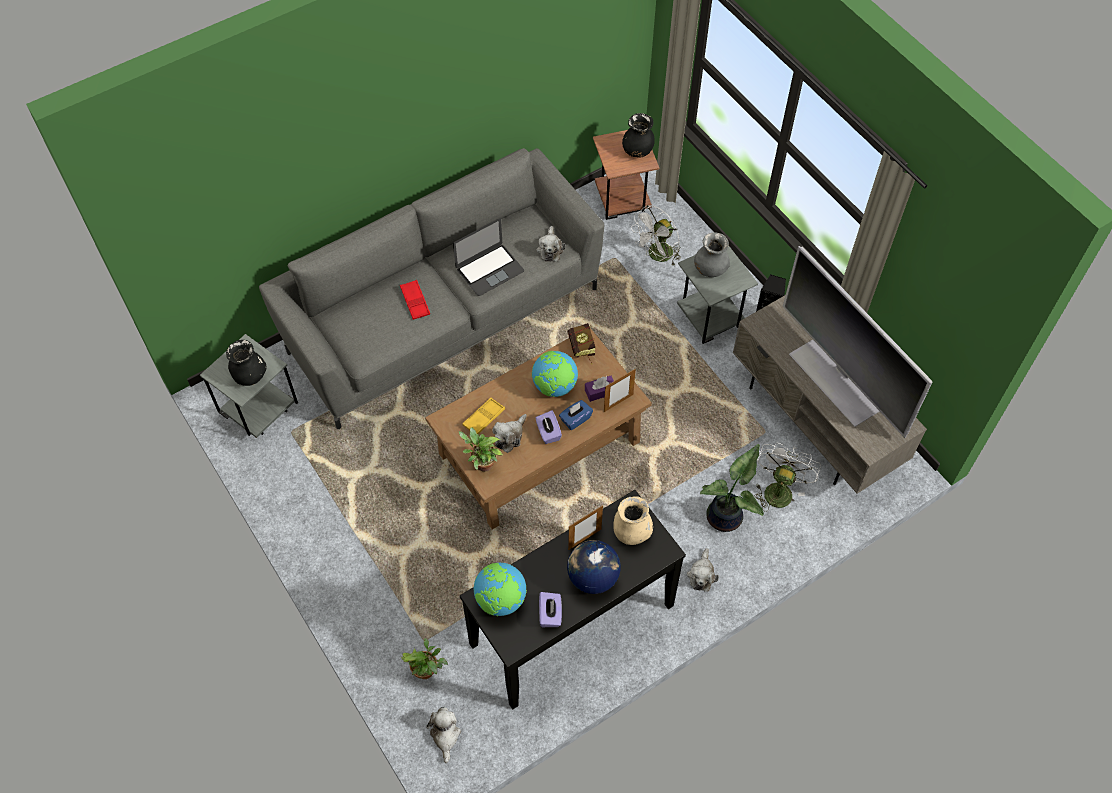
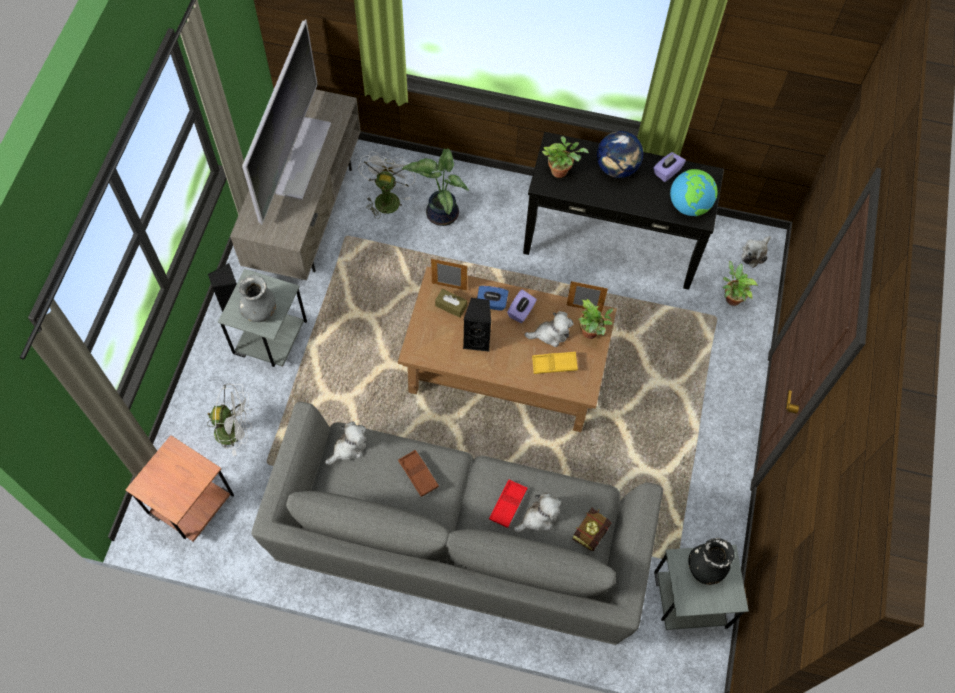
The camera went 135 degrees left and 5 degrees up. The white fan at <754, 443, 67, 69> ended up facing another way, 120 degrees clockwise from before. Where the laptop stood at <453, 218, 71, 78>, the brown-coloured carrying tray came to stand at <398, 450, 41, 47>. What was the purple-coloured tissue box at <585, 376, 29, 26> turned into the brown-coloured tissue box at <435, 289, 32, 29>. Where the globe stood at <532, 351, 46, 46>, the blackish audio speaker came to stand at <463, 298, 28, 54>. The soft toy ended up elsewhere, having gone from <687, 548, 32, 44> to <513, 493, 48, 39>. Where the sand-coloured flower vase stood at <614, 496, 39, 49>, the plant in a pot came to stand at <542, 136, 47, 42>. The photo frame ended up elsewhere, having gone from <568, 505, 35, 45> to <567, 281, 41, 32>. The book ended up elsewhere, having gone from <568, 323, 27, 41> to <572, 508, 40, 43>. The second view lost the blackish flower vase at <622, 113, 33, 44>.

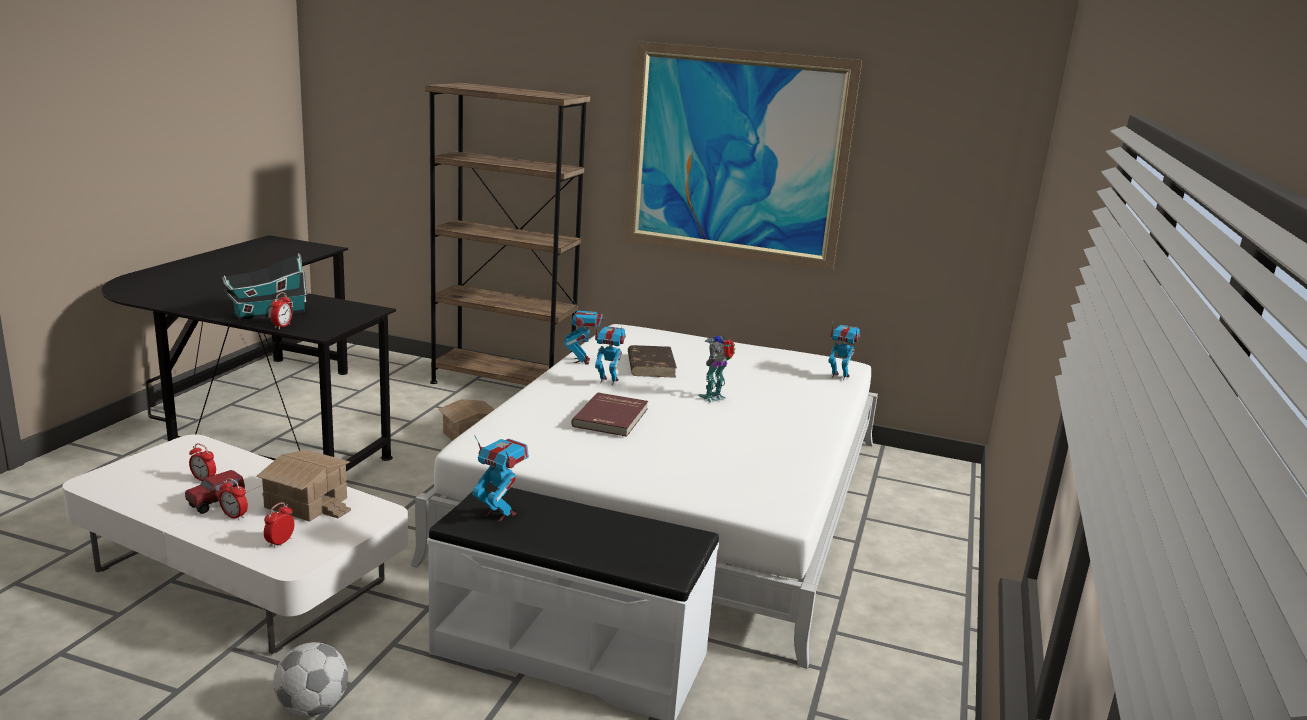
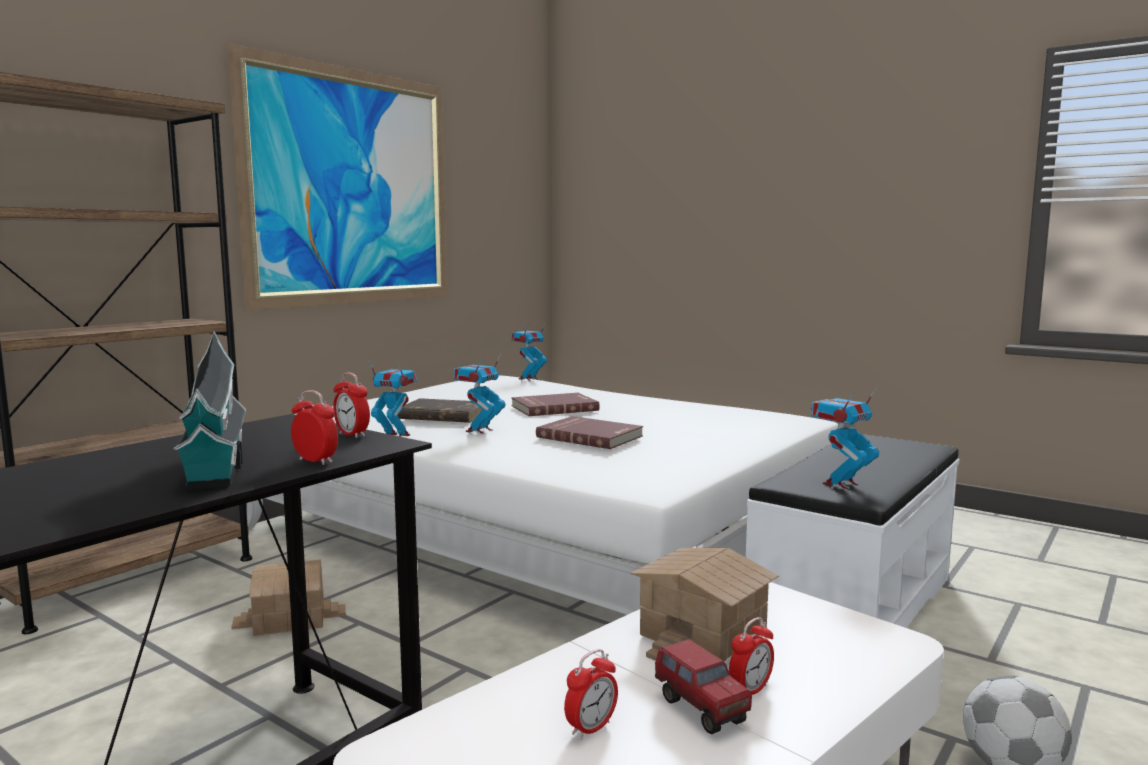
The camera went 70 degrees left and 10 degrees down. The table clock ended up elsewhere, having gone from <264, 502, 30, 46> to <333, 372, 37, 66>. Where the toy robot stood at <698, 335, 38, 67>, the red book came to stand at <511, 393, 89, 23>.

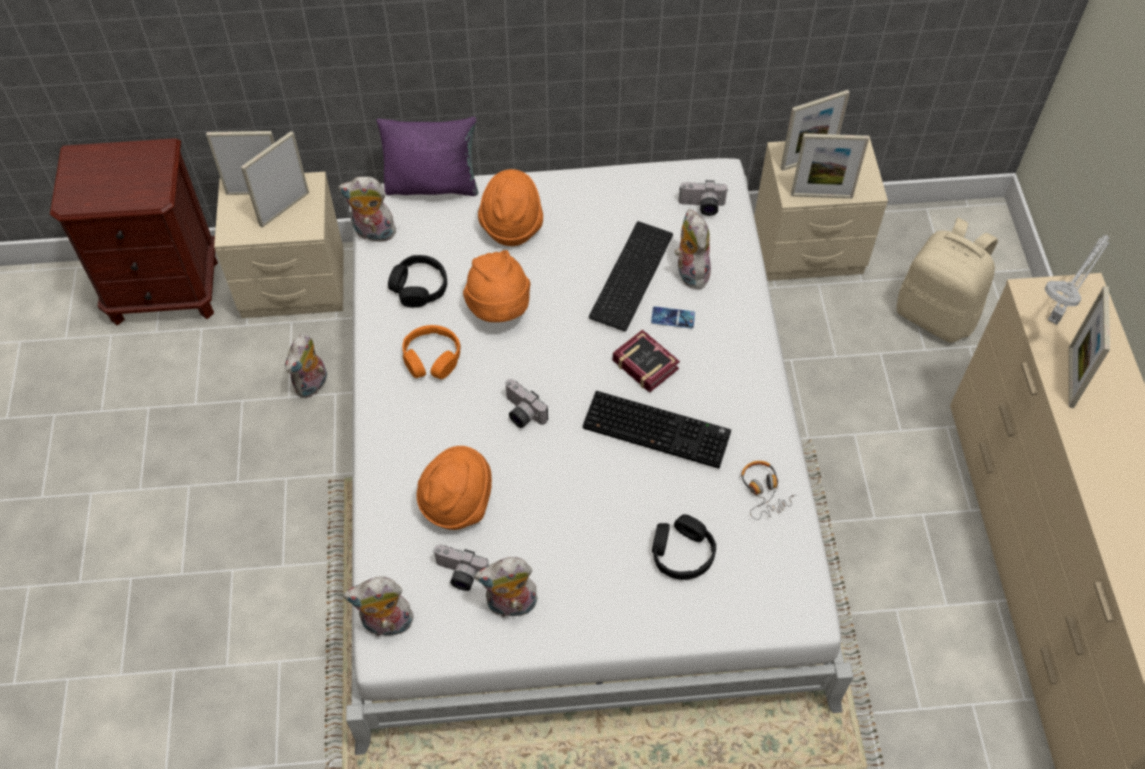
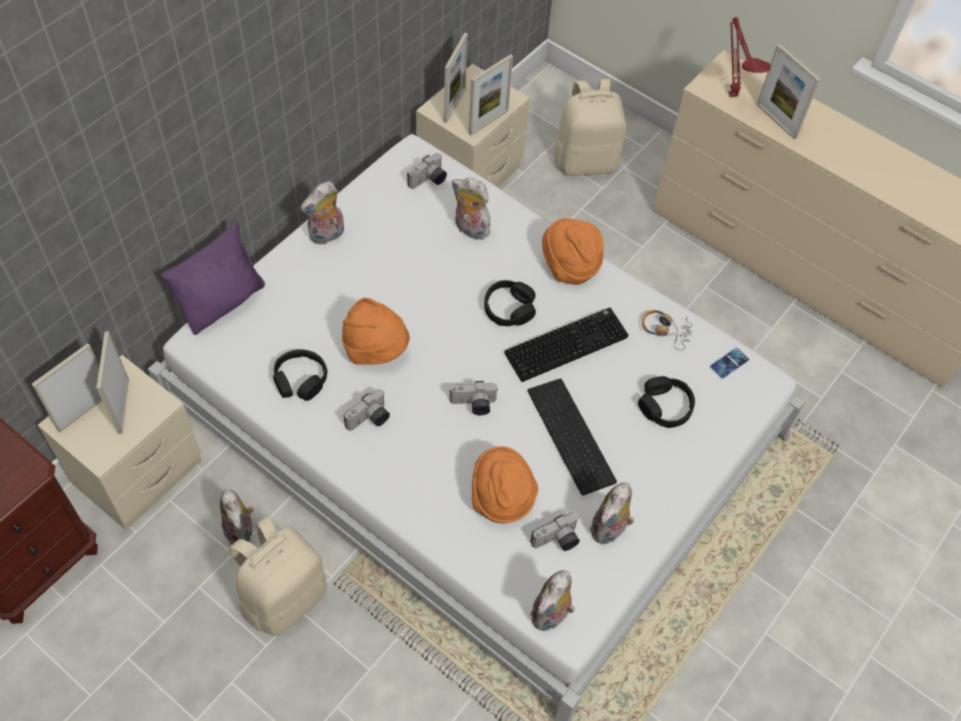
The camera went 50 degrees left and 0 degrees up. The second view gained the sand-coloured knapsack at <229, 516, 98, 120>. The soft toy ended up elsewhere, having gone from <338, 177, 58, 66> to <300, 181, 44, 63>. Where the orangey pair of headphones stood at <402, 325, 59, 54>, the photo camera came to stand at <344, 389, 46, 42>. Where the book stood at <613, 330, 67, 63>, the blackish pair of headphones came to stand at <484, 280, 52, 46>. The PC keyboard ended up elsewhere, having gone from <589, 221, 84, 110> to <528, 378, 89, 117>. The orangey clothing hat ended up elsewhere, having gone from <478, 169, 65, 77> to <542, 218, 62, 67>. The handset ended up elsewhere, having gone from <651, 306, 44, 23> to <710, 348, 39, 31>. What was the grey lamp for a table at <1045, 235, 65, 90> turned into the red lamp for a table at <728, 17, 43, 80>.

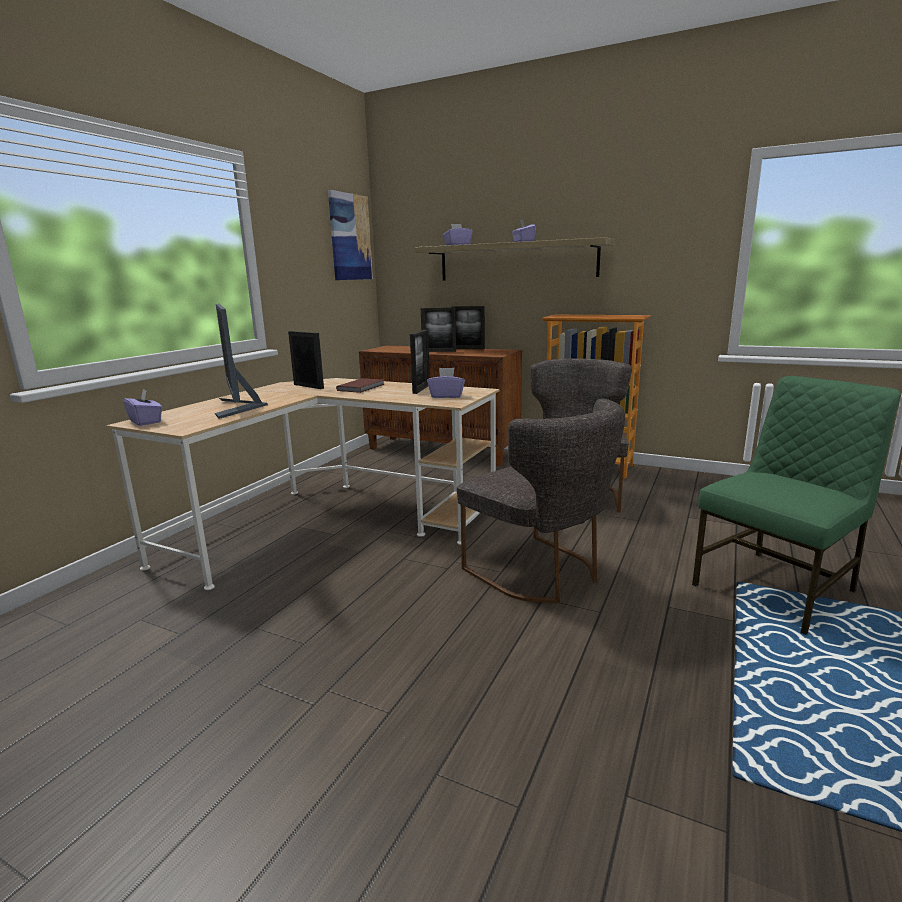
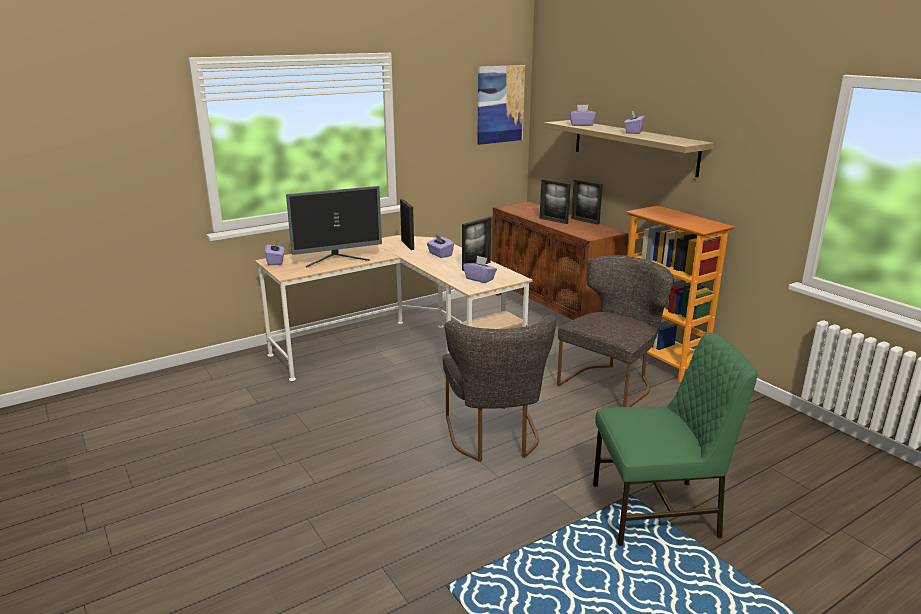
The camera went 30 degrees right and 5 degrees up. The monitor at <215, 304, 53, 115> ended up facing another way, 120 degrees counterclockwise from before. Where the brown-coloured book stood at <336, 378, 49, 15>, the purple-coloured tissue box came to stand at <427, 234, 27, 24>.

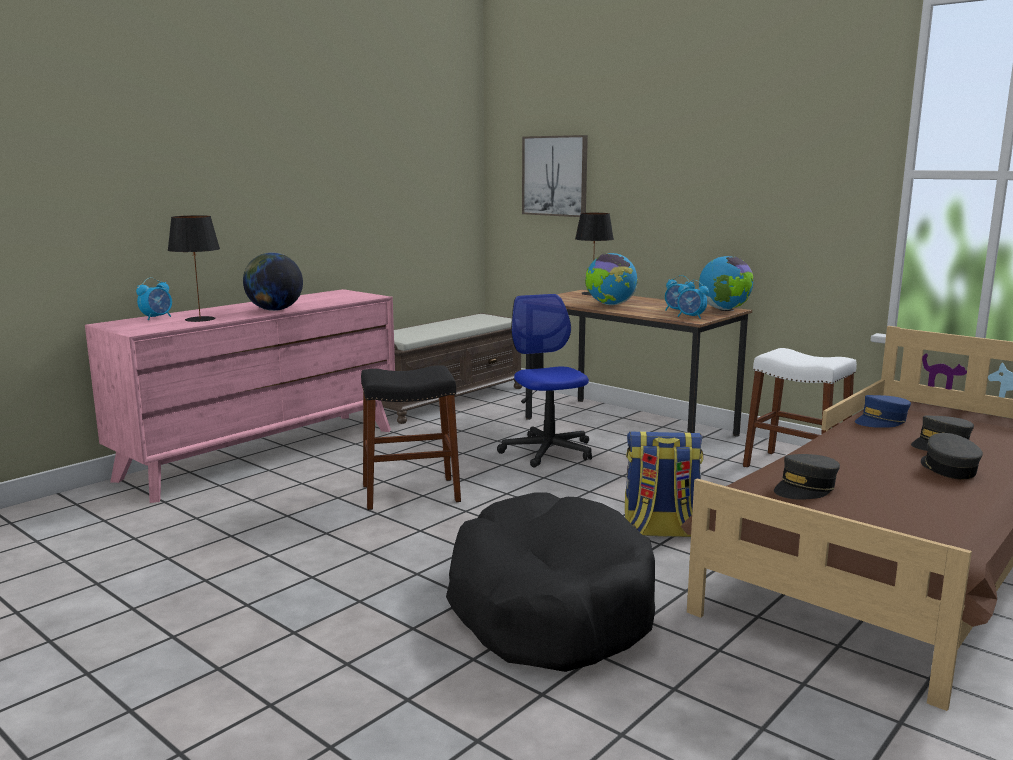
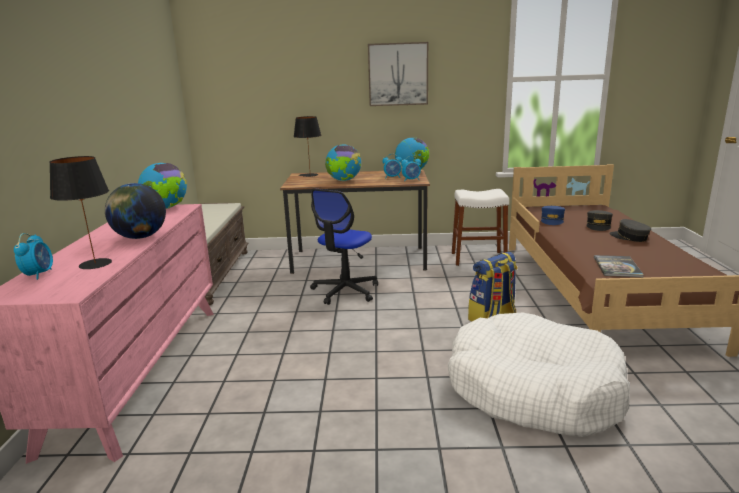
The camera went 40 degrees left and 5 degrees up. The second view gained the globe at <138, 163, 49, 46>. The office chair at <497, 294, 95, 173> ended up facing another way, 90 degrees counterclockwise from before. The wall picture ended up elsewhere, having gone from <522, 135, 66, 82> to <368, 42, 60, 64>. What was the blackish dog cushion at <446, 492, 209, 180> turned into the white dog cushion at <448, 312, 182, 125>. Where the grey baseball cap stood at <774, 454, 66, 46>, the book came to stand at <594, 255, 50, 22>. The second view lost the blackish sitting stool at <361, 365, 100, 145>.

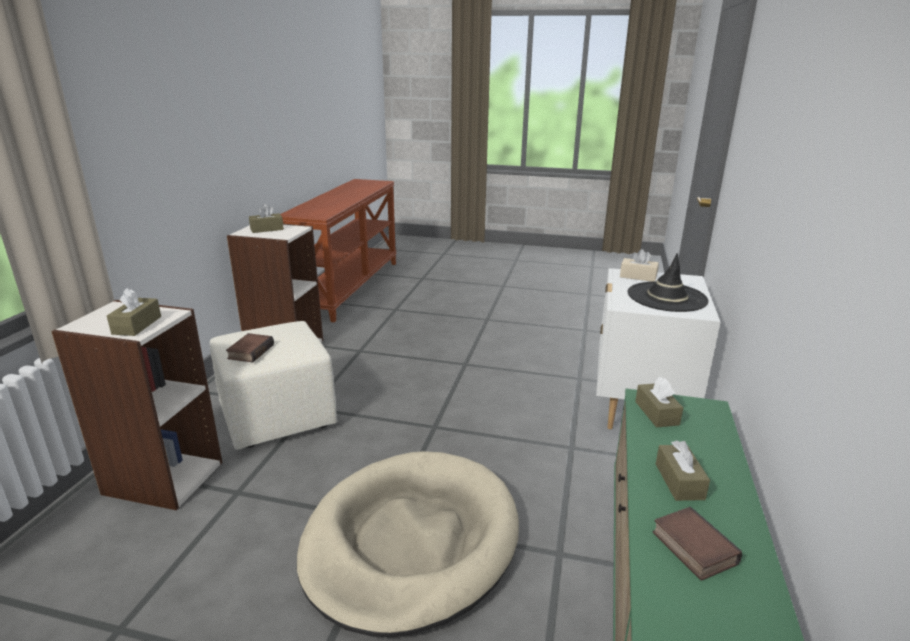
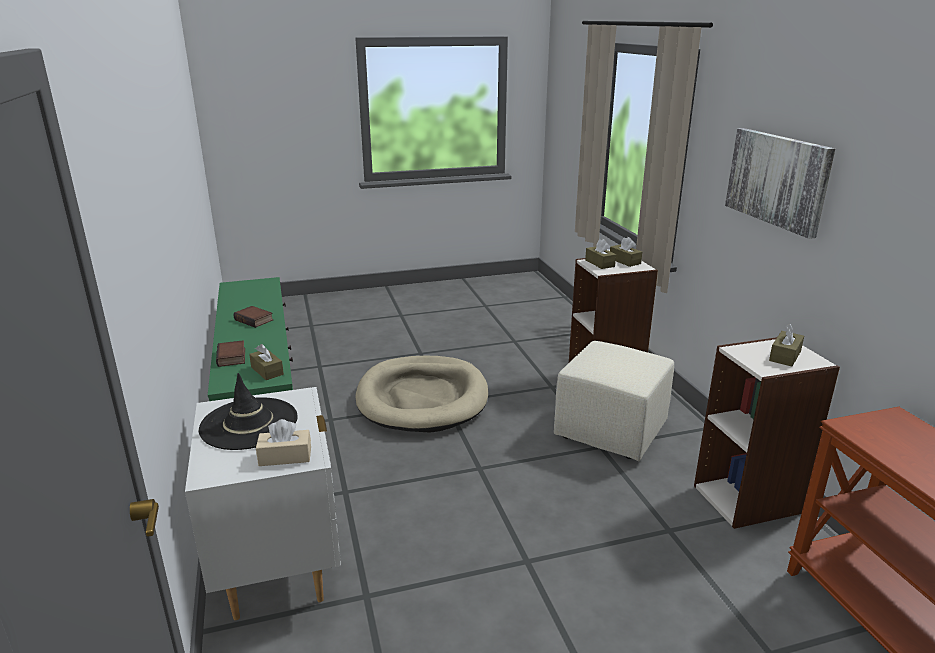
The camera went 150 degrees right and 0 degrees up. The book ended up elsewhere, having gone from <226, 333, 48, 29> to <216, 340, 29, 27>. The brown-coloured tissue box ended up elsewhere, having gone from <656, 440, 54, 61> to <610, 237, 32, 30>. The second view gained the wall picture at <725, 128, 110, 111>.

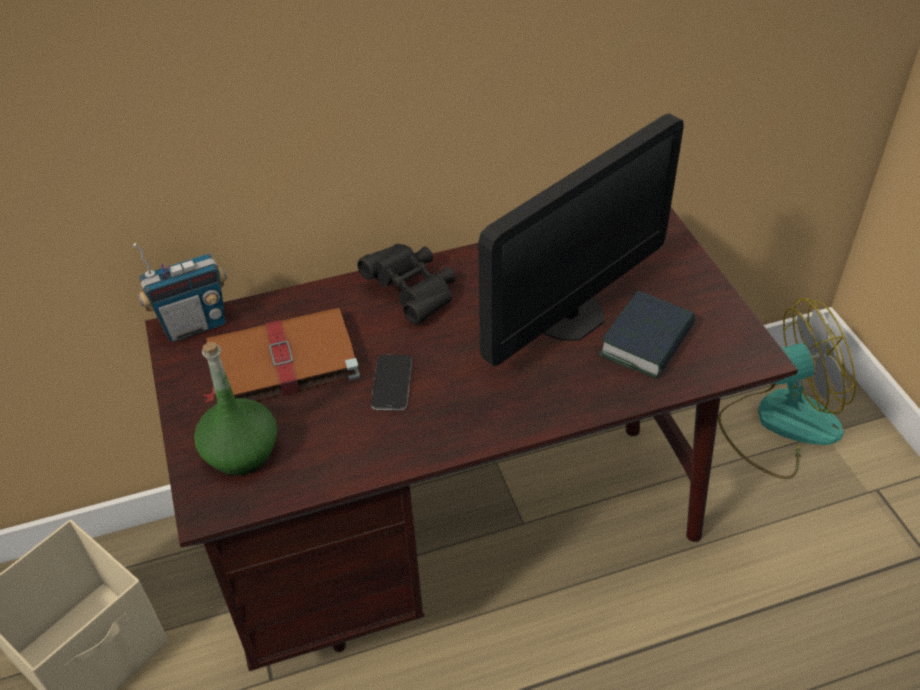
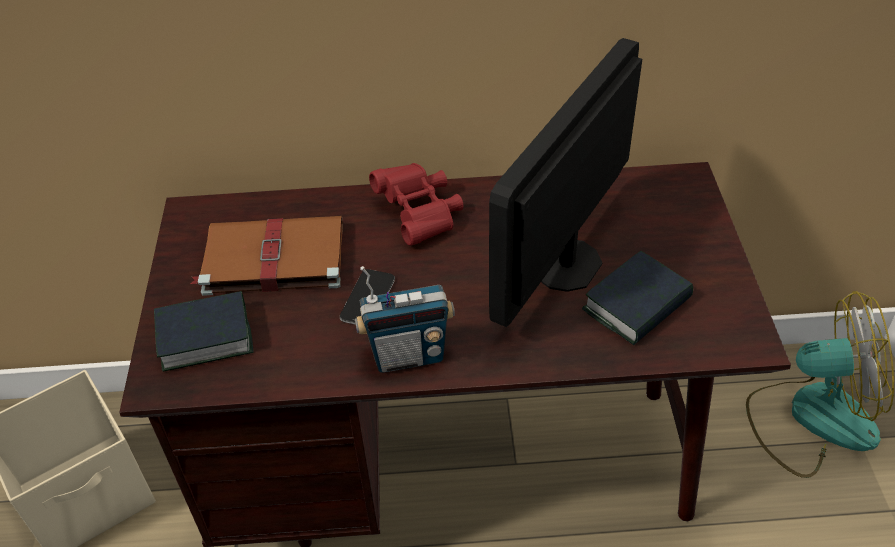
The camera went 15 degrees right and 0 degrees up. Where the green-coloured drink bottle stood at <194, 342, 83, 133>, the book came to stand at <154, 291, 100, 80>. The radio set ended up elsewhere, having gone from <133, 243, 94, 99> to <355, 266, 100, 107>. What was the blackish field glasses at <357, 244, 98, 80> turned into the red field glasses at <369, 163, 94, 83>. The monitor at <478, 114, 206, 252> ended up facing another way, 150 degrees clockwise from before.

